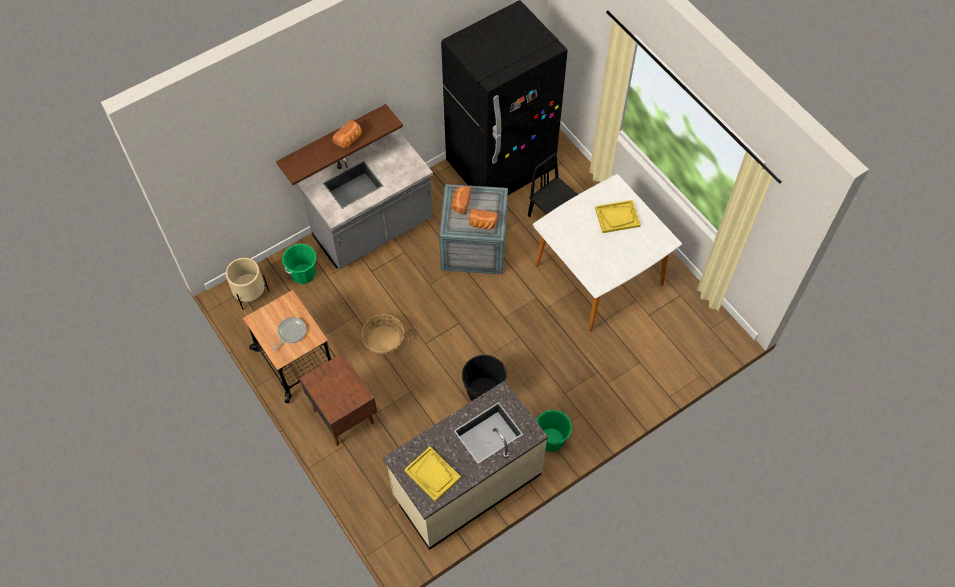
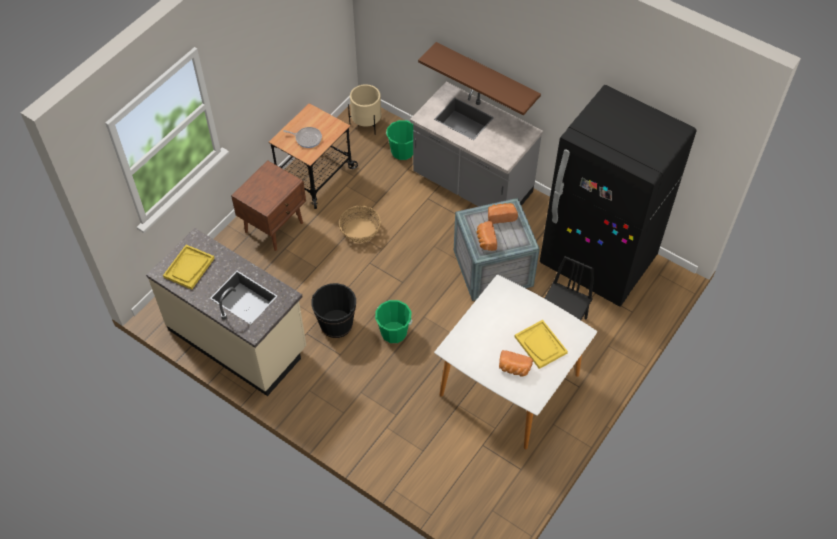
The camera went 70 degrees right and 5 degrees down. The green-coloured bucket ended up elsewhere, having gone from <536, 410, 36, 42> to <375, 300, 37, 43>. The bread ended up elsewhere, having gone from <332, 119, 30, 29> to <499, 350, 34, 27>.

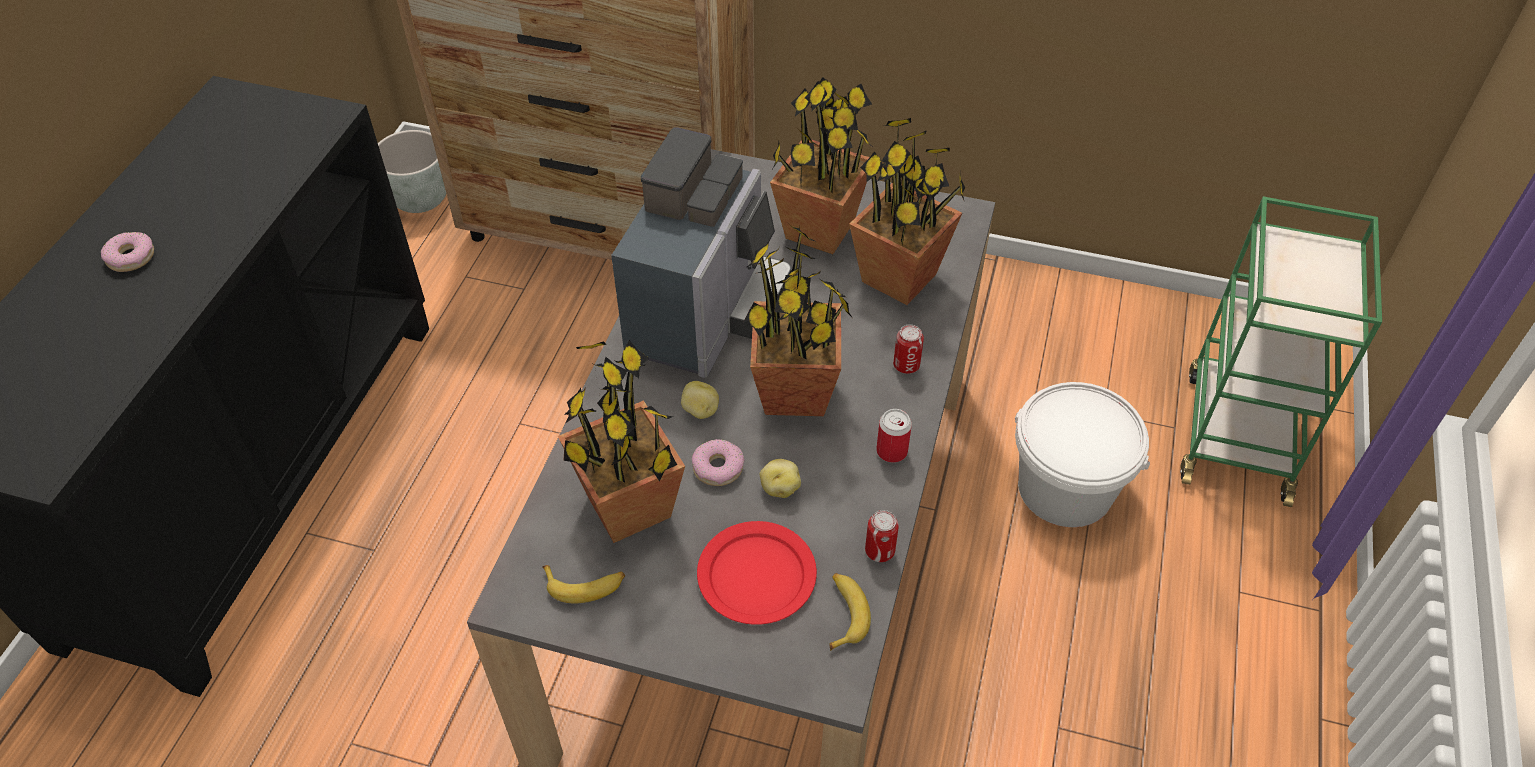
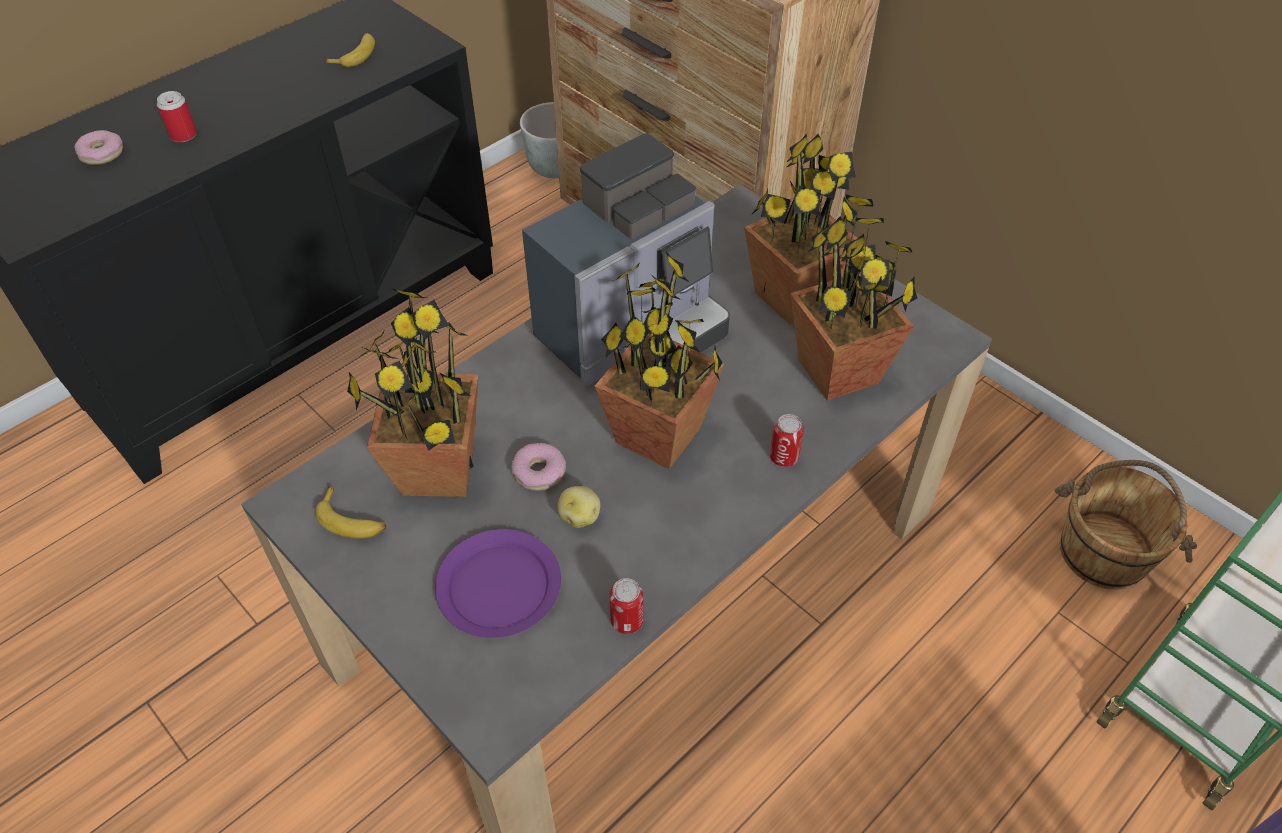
The camera went 30 degrees right and 0 degrees up. The donut ended up elsewhere, having gone from <101, 232, 53, 40> to <75, 130, 48, 35>. The metal can ended up elsewhere, having gone from <876, 409, 36, 54> to <157, 91, 40, 51>. The banana ended up elsewhere, having gone from <830, 573, 41, 78> to <325, 33, 50, 34>. What was the red flat dish at <697, 521, 120, 104> turned into the purple-coloured flat dish at <435, 529, 126, 109>. The second view gained the brown-coloured bucket at <1054, 460, 143, 130>. The second view lost the potato at <681, 381, 38, 38>. The second view lost the white bucket at <1015, 382, 135, 145>.

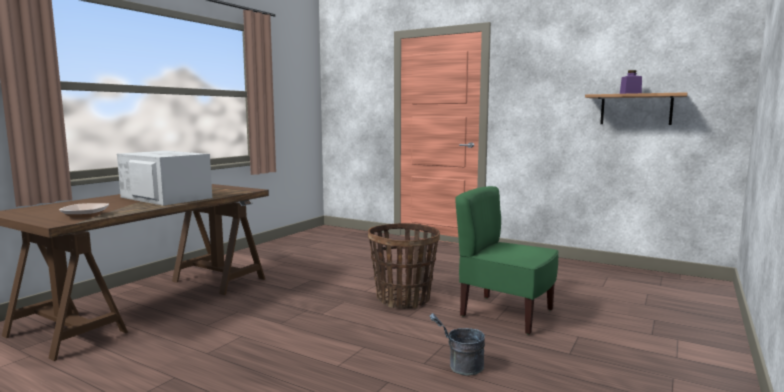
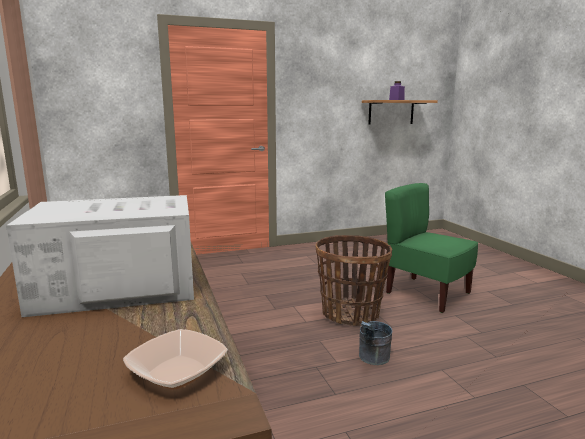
The camera went 50 degrees left and 5 degrees up. The grey bucket ended up elsewhere, having gone from <430, 313, 55, 63> to <359, 321, 33, 44>. The green-coloured chair at <455, 186, 104, 149> ended up facing another way, 60 degrees clockwise from before.

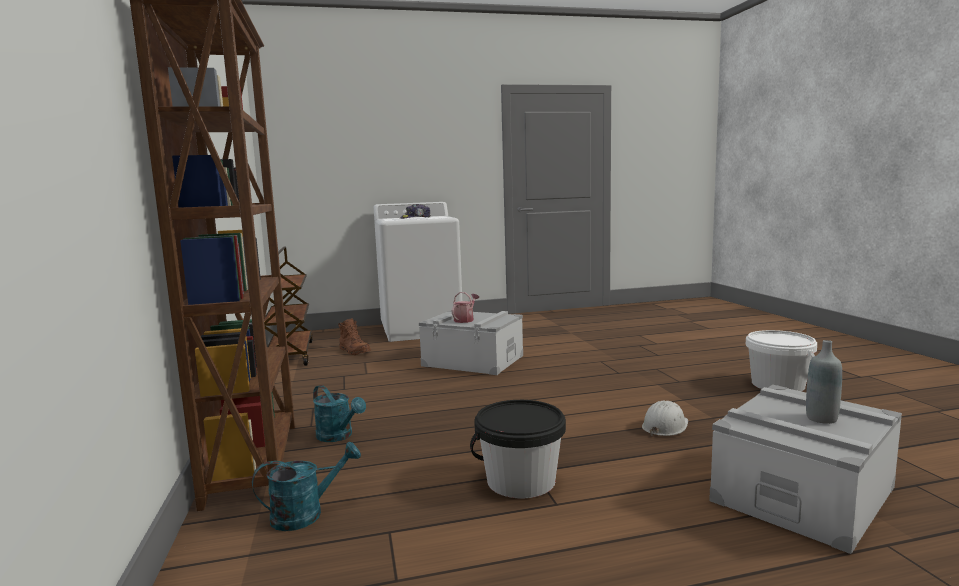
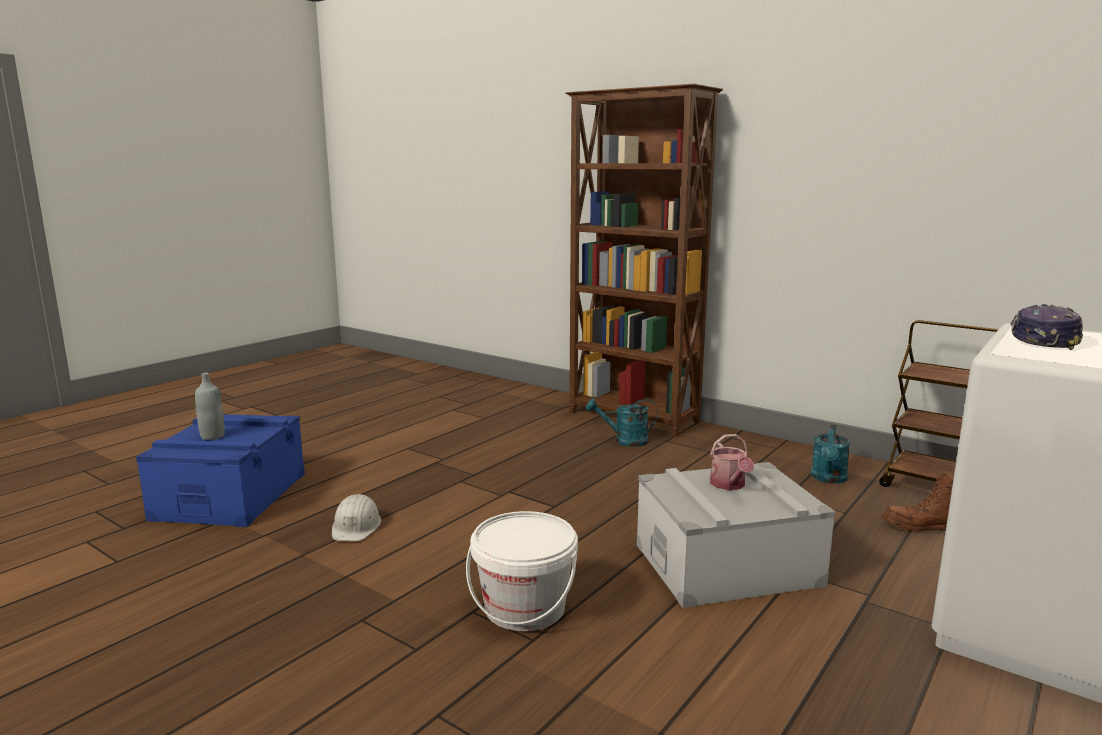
The camera went 140 degrees right and 5 degrees up. What was the grey storage container at <709, 385, 193, 169> turned into the bluish storage container at <136, 414, 169, 113>. The white bucket ended up elsewhere, having gone from <746, 330, 71, 61> to <466, 511, 112, 120>. The turquoise watering can ended up elsewhere, having gone from <252, 442, 109, 89> to <811, 424, 39, 60>. The second view lost the blackish bucket at <470, 400, 96, 98>.

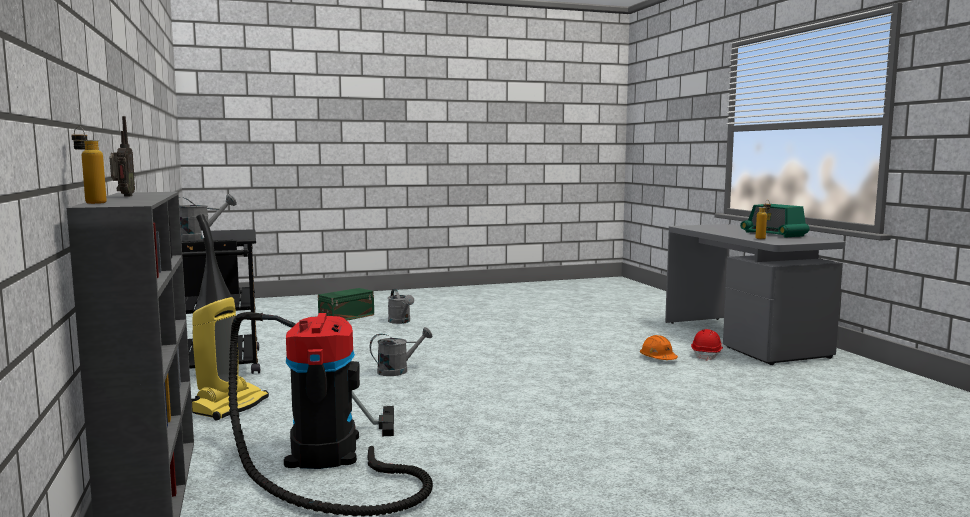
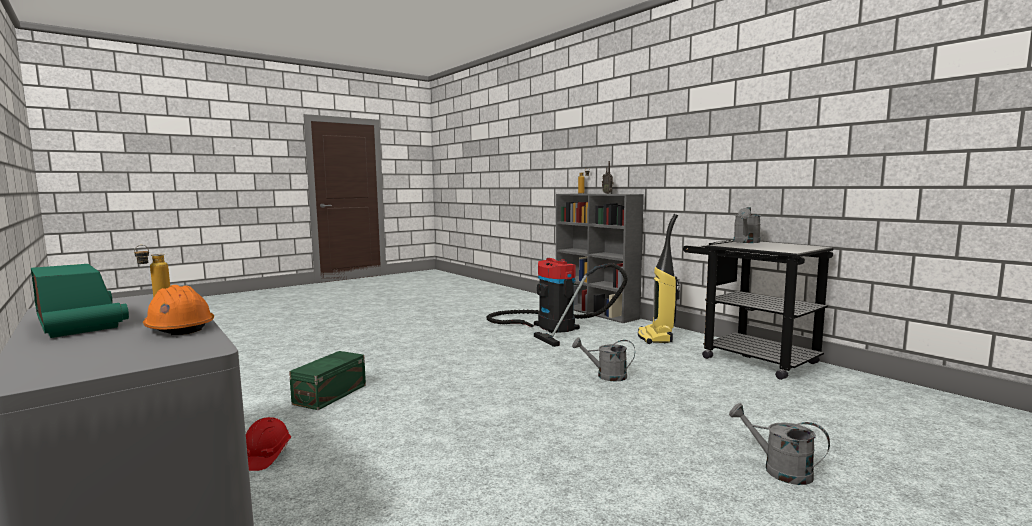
The camera went 160 degrees right and 0 degrees up. The orangey work helmet ended up elsewhere, having gone from <640, 335, 38, 25> to <143, 285, 71, 50>. The green-coloured storage container ended up elsewhere, having gone from <318, 288, 56, 33> to <289, 351, 77, 59>. The grey watering can at <370, 327, 62, 49> ended up facing another way, 60 degrees clockwise from before.

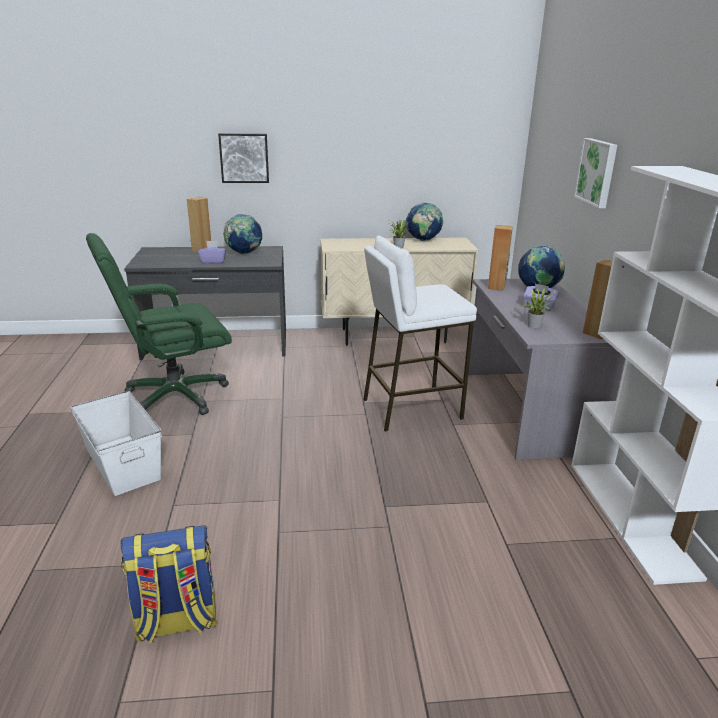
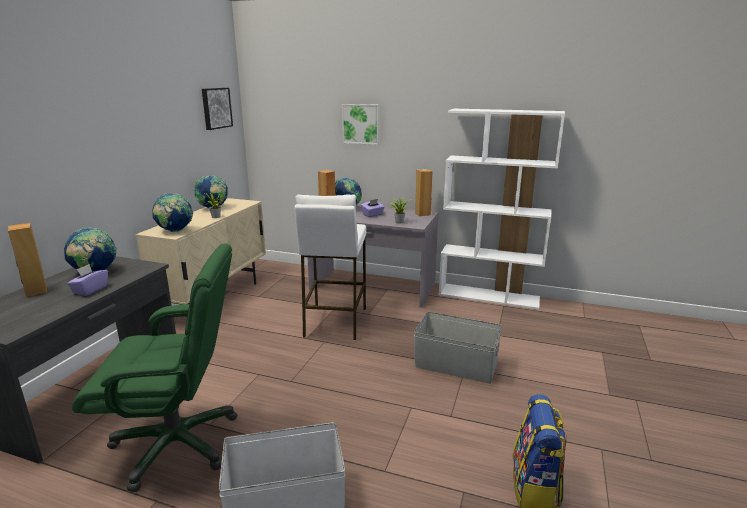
The camera went 65 degrees left and 5 degrees down. The green-coloured office chair at <86, 233, 146, 182> ended up facing another way, 90 degrees counterclockwise from before. The second view gained the globe at <152, 193, 42, 39>. The wall picture ended up elsewhere, having gone from <218, 133, 51, 50> to <202, 88, 31, 42>. The second view gained the grey storage container at <414, 312, 88, 72>.

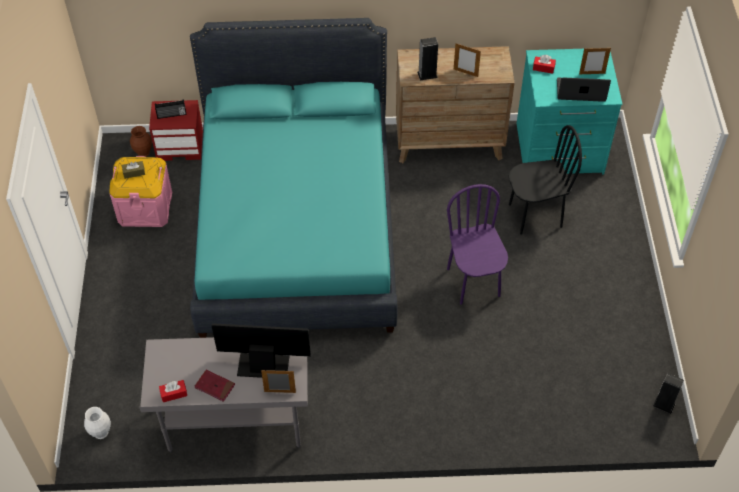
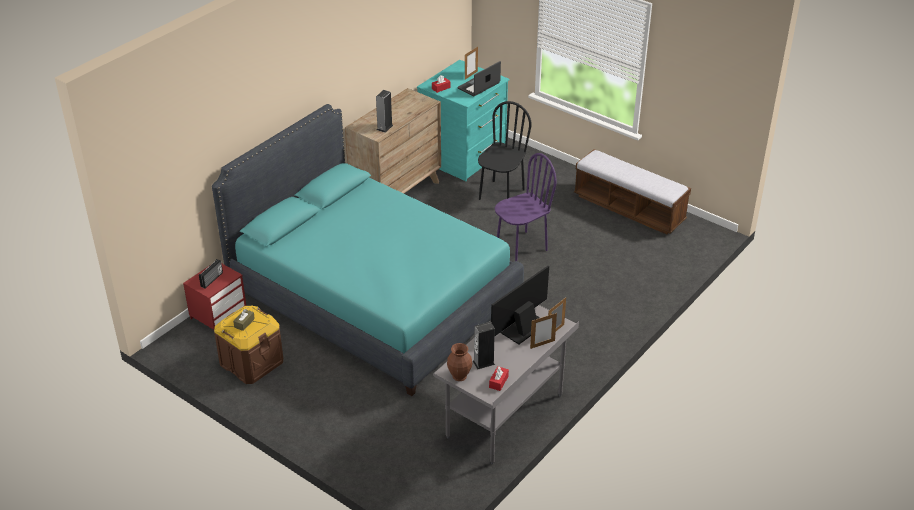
The camera went 50 degrees left and 15 degrees down. What was the pink storage container at <109, 156, 63, 71> turned into the brown-coloured storage container at <214, 306, 69, 78>. The brown-coloured flower vase ended up elsewhere, having gone from <130, 126, 22, 31> to <447, 343, 25, 38>. The audio speaker ended up elsewhere, having gone from <653, 373, 31, 41> to <473, 322, 22, 48>. The purple-coloured chair at <447, 184, 61, 121> ended up facing another way, 120 degrees clockwise from before. The photo frame ended up elsewhere, having gone from <454, 43, 27, 34> to <530, 313, 27, 36>. The second view gained the indoor bench at <574, 149, 117, 86>. The second view lost the white flower vase at <84, 407, 27, 32>. The second view lost the red book at <195, 370, 40, 32>.

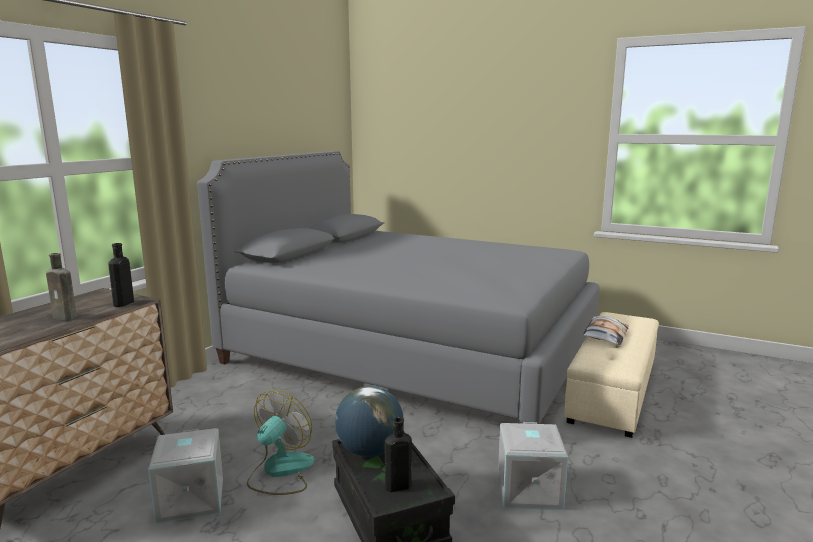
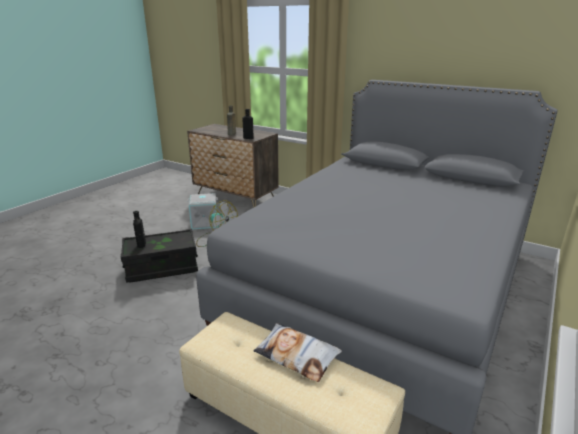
The camera went 95 degrees right and 10 degrees up. The second view lost the globe at <335, 386, 69, 71>. The second view lost the grey storage container at <498, 422, 70, 88>.

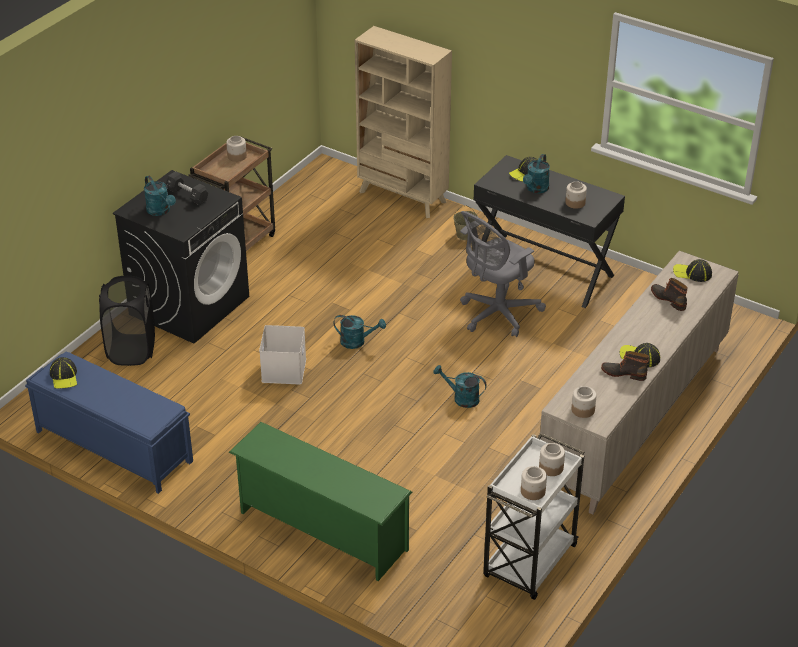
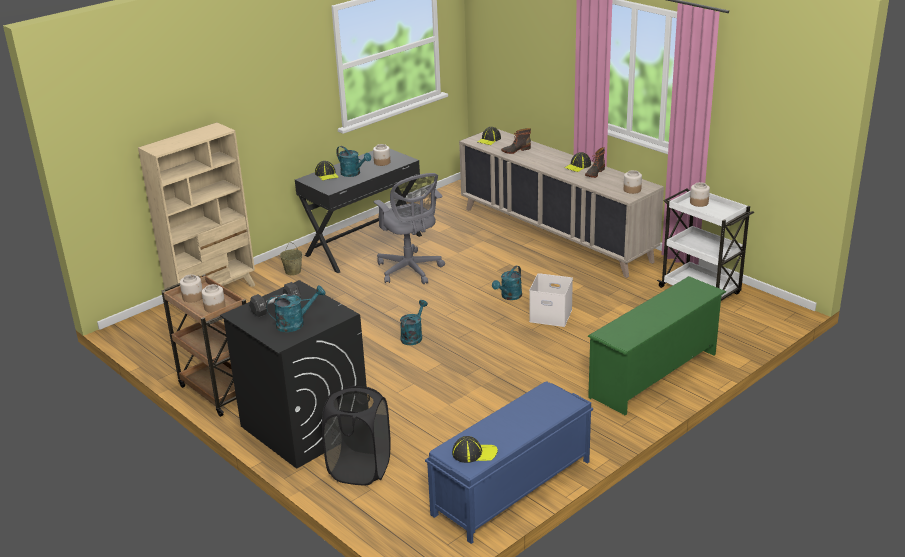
The camera went 75 degrees left and 10 degrees down. The jar ended up elsewhere, having gone from <521, 466, 26, 34> to <202, 284, 24, 29>. The white storage container ended up elsewhere, having gone from <259, 325, 47, 60> to <529, 273, 44, 54>.

